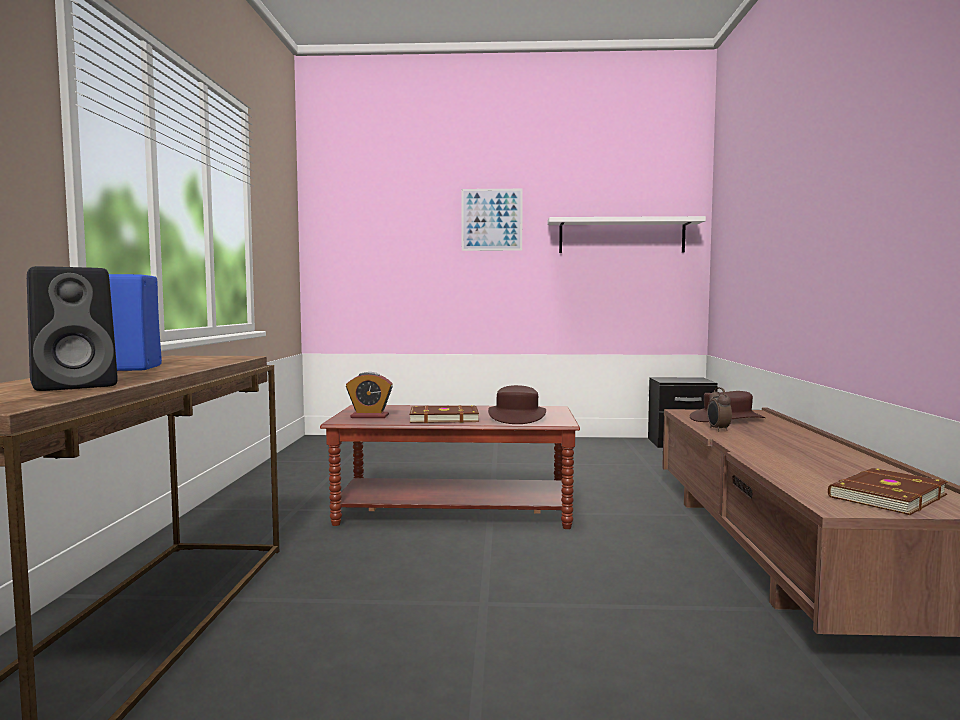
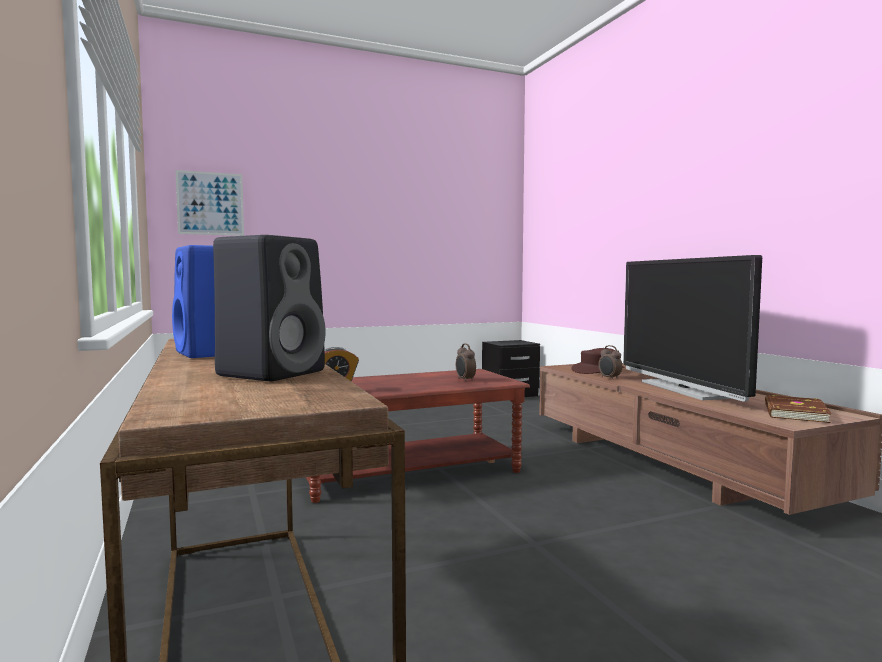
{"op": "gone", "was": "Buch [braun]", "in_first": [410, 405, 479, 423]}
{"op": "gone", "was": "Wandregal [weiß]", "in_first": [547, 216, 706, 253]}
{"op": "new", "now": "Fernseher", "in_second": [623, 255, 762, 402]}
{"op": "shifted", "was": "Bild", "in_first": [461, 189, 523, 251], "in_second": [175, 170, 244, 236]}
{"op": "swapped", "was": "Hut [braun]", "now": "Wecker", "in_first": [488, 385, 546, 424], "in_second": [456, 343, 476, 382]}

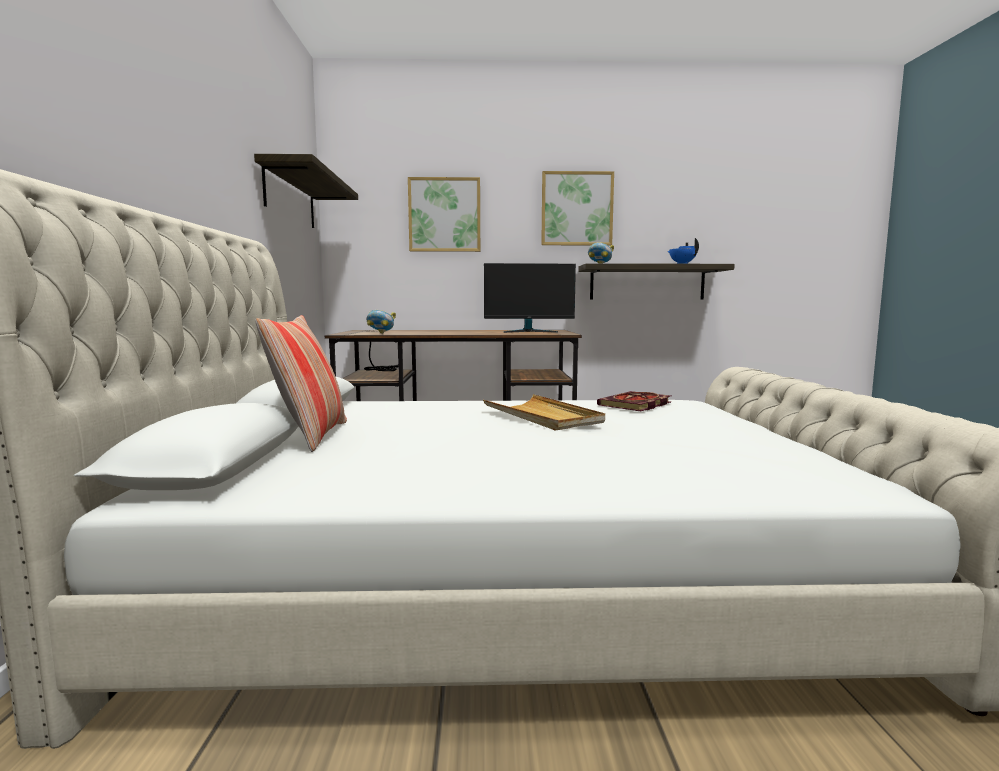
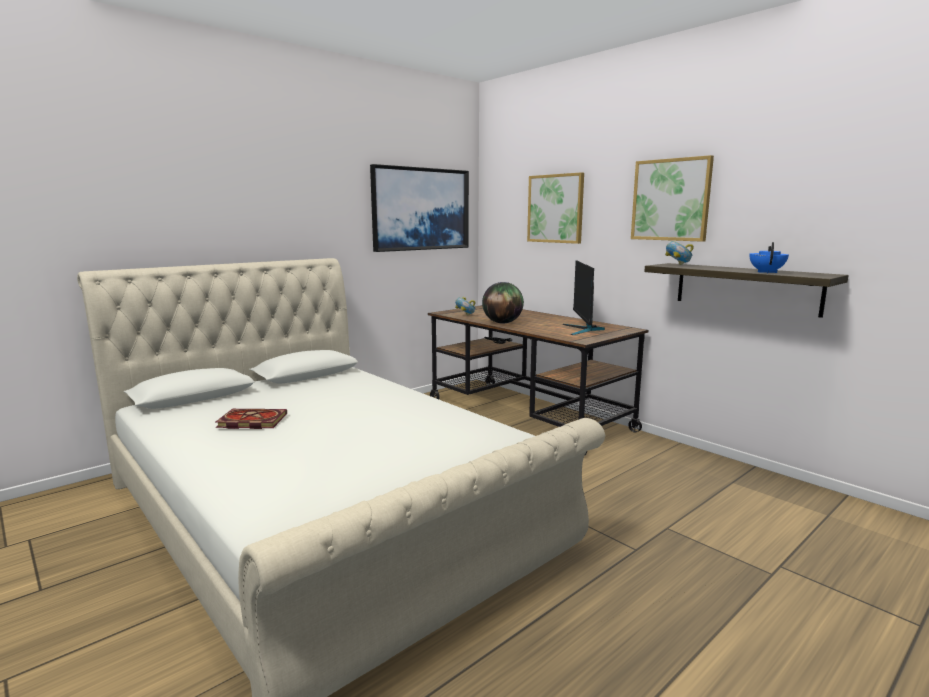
{"op": "gone", "was": "Kissen", "in_first": [255, 315, 347, 452]}
{"op": "gone", "was": "Tablett [beige]", "in_first": [483, 394, 605, 431]}
{"op": "new", "now": "Globus", "in_second": [482, 282, 524, 324]}
{"op": "shifted", "was": "Buch", "in_first": [597, 391, 671, 411], "in_second": [216, 409, 287, 429]}
{"op": "swapped", "was": "Wandregal", "now": "Bild", "in_first": [254, 154, 358, 228], "in_second": [370, 164, 469, 252]}
{"op": "rotated", "was": "Monitor", "in_first": [484, 263, 576, 333], "in_second": [563, 260, 605, 335], "clockwise": 45}

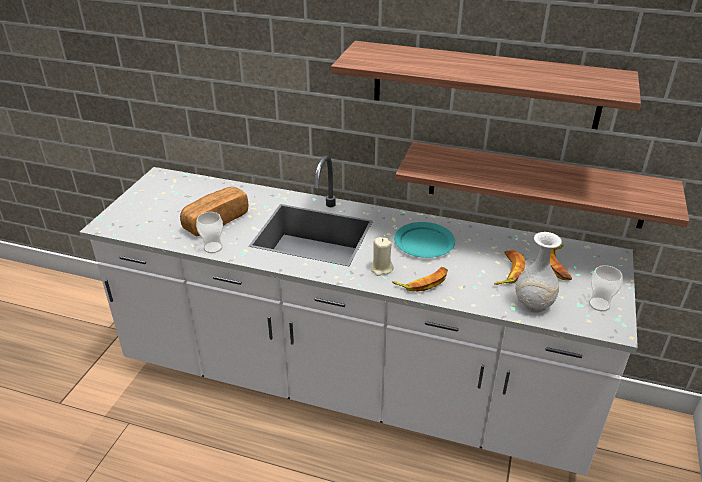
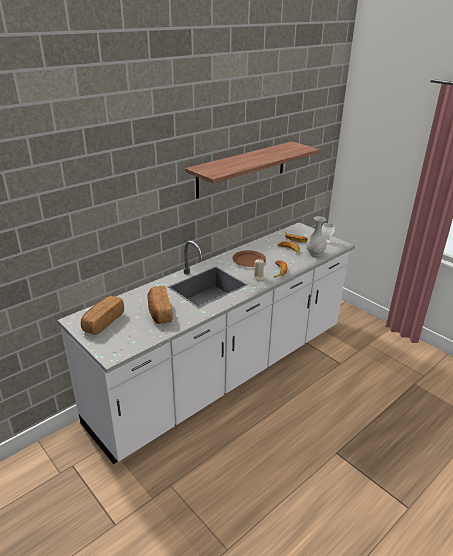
{"op": "gone", "was": "Tasse", "in_first": [196, 212, 223, 253]}
{"op": "gone", "was": "Wandregal", "in_first": [395, 142, 689, 229]}
{"op": "new", "now": "Brot", "in_second": [81, 296, 124, 335]}
{"op": "repainted", "was": "Teller [türkis]", "now": "Teller [braun]", "in_first": [394, 222, 455, 258], "in_second": [232, 250, 266, 267]}

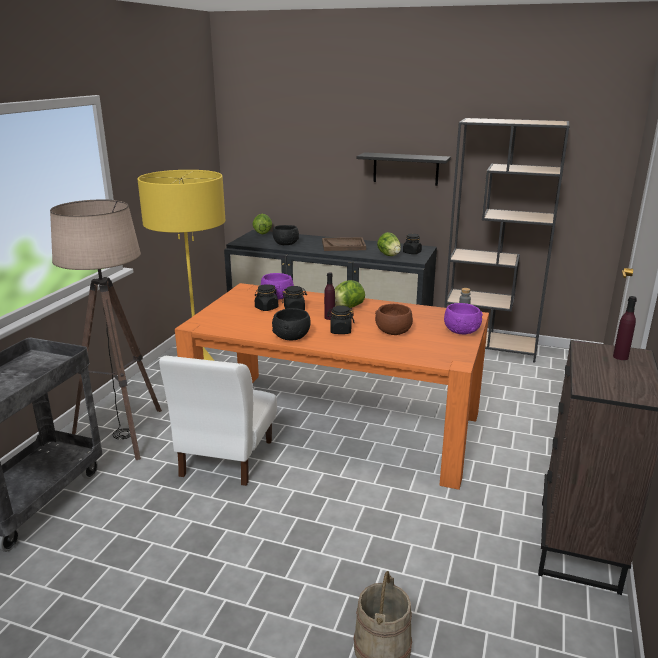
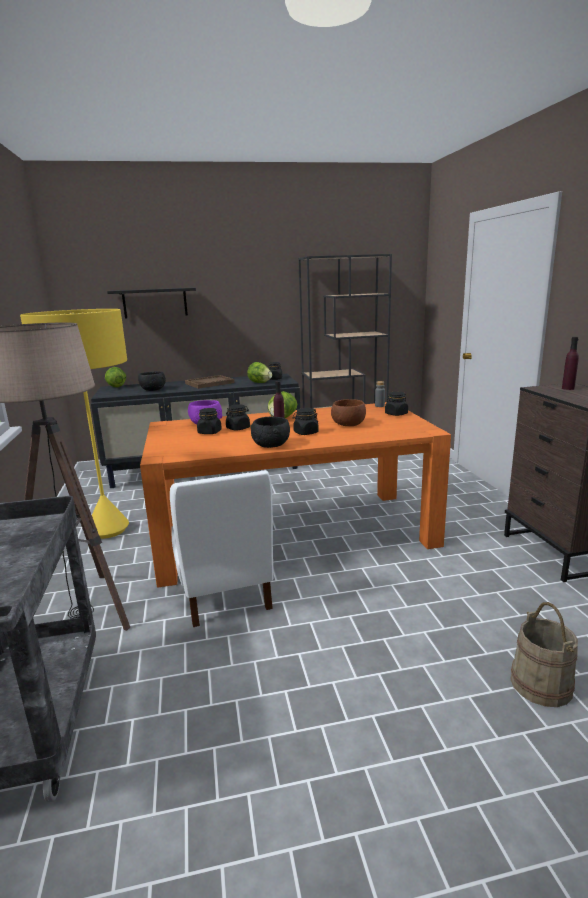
{"op": "shifted", "was": "Wandregal [schwarz]", "in_first": [357, 152, 451, 186], "in_second": [107, 287, 196, 318]}
{"op": "swapped", "was": "Schüssel [lila]", "now": "Vorratsglas [schwarz]", "in_first": [444, 303, 483, 334], "in_second": [385, 391, 408, 416]}

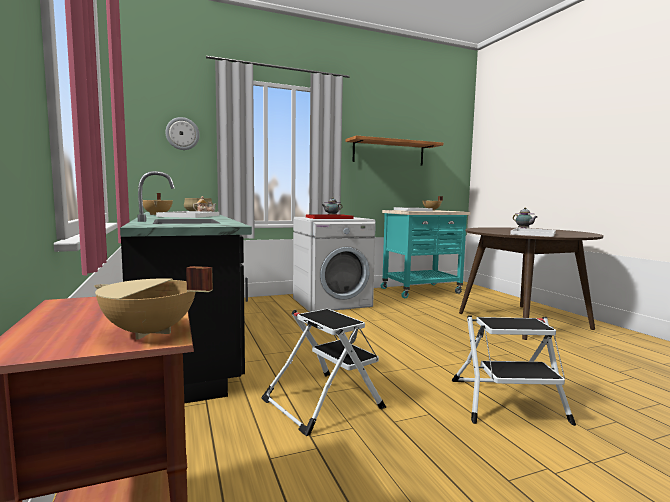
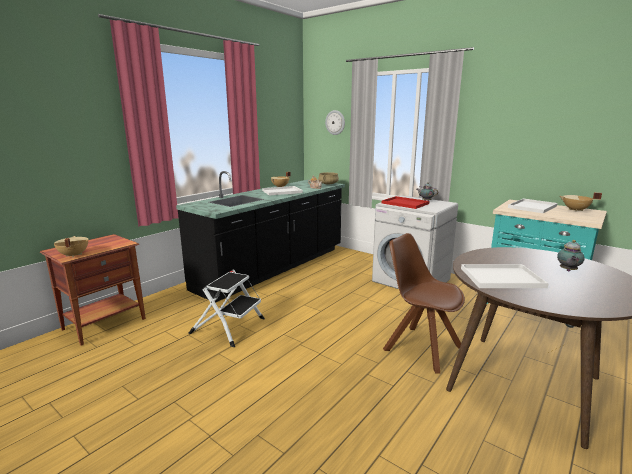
{"op": "gone", "was": "Wandregal", "in_first": [346, 136, 443, 165]}
{"op": "gone", "was": "Trittleiter", "in_first": [452, 316, 576, 426]}
{"op": "new", "now": "Stuhl [braun]", "in_second": [383, 233, 465, 373]}

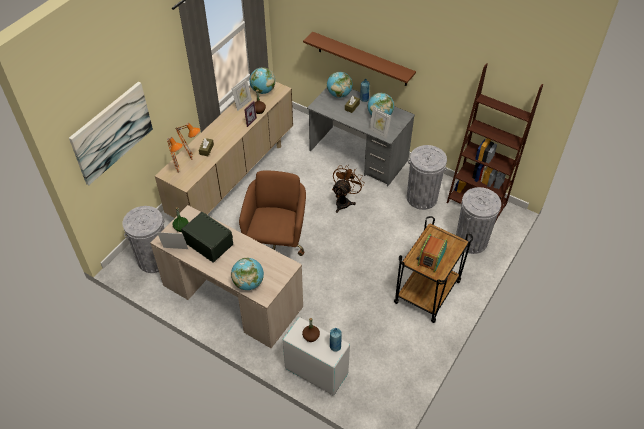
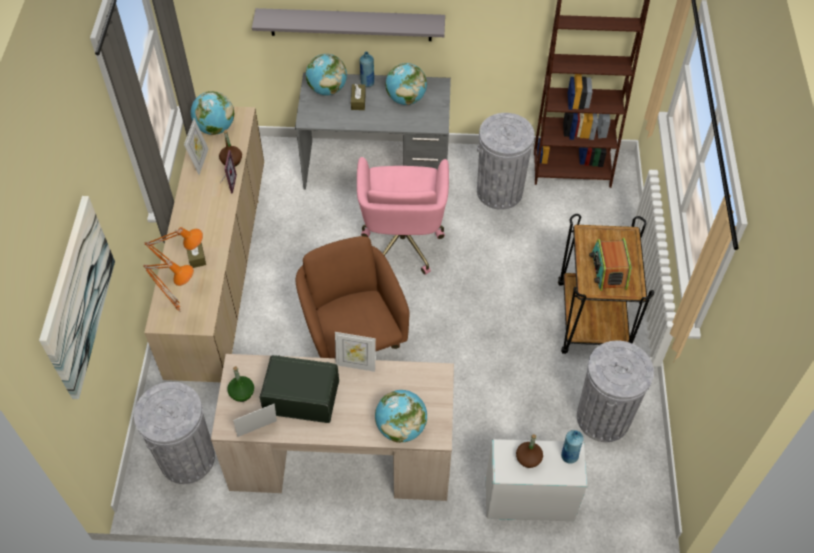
{"op": "shifted", "was": "Bilderrahmen", "in_first": [369, 106, 391, 139], "in_second": [335, 332, 376, 372]}
{"op": "shifted", "was": "Mülleimer [grau]", "in_first": [456, 187, 501, 254], "in_second": [577, 340, 654, 442]}
{"op": "swapped", "was": "Ventilator [braun]", "now": "Bürostuhl [rosa]", "in_first": [332, 164, 365, 213], "in_second": [357, 157, 449, 275]}
{"op": "repainted", "was": "Wandregal [braun]", "now": "Wandregal [grau]", "in_first": [303, 32, 416, 86], "in_second": [252, 8, 445, 41]}

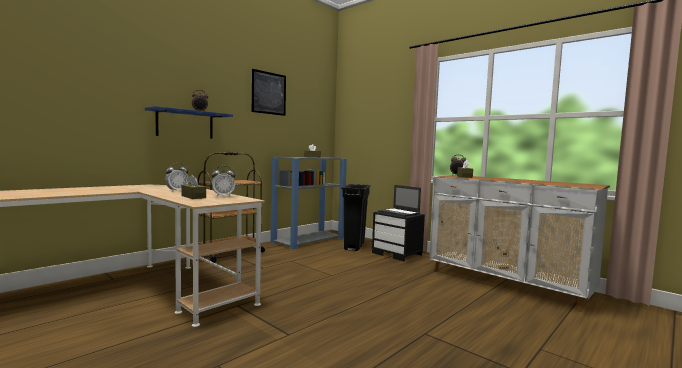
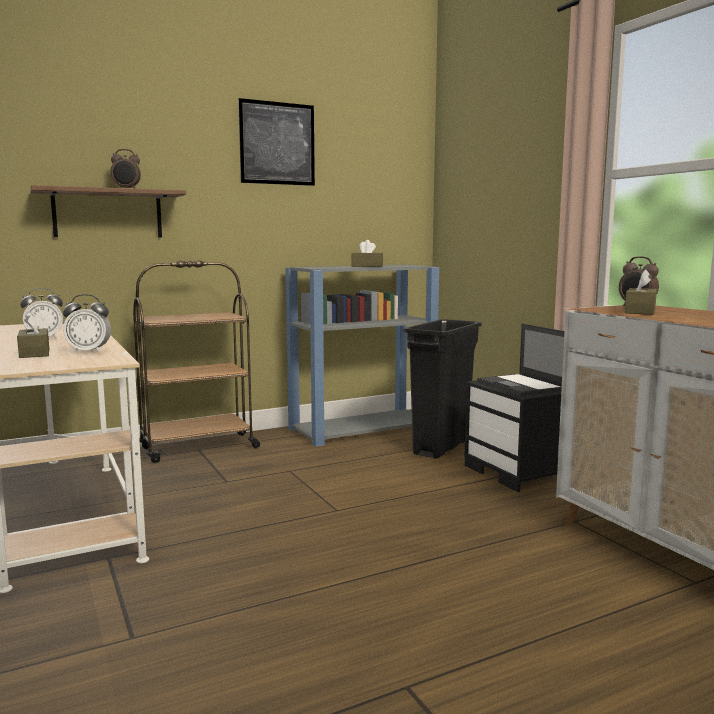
{"op": "repainted", "was": "Wandregal [blau]", "now": "Wandregal [braun]", "in_first": [145, 106, 233, 139], "in_second": [30, 185, 186, 237]}

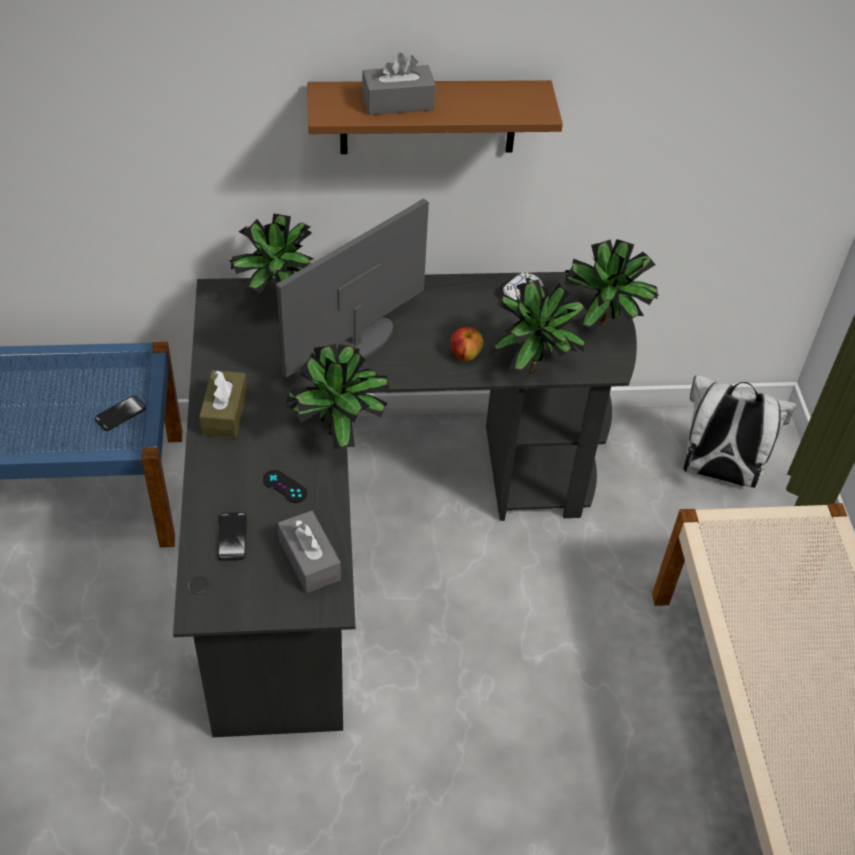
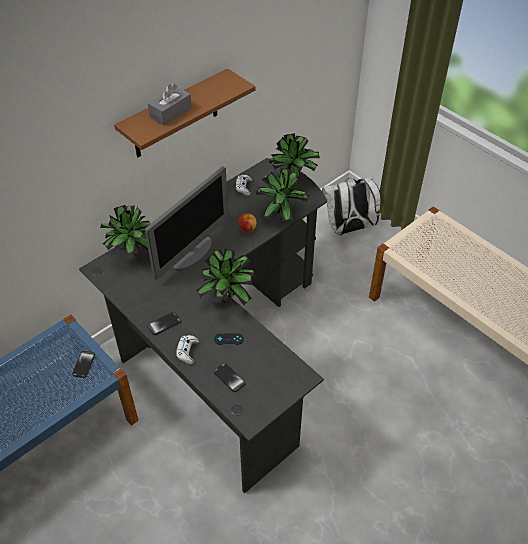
{"op": "gone", "was": "Taschentuchbox [grau]", "in_first": [278, 511, 341, 593]}
{"op": "new", "now": "Gamepad [weiß]", "in_second": [175, 335, 199, 364]}
{"op": "swapped", "was": "Taschentuchbox [braun]", "now": "Handy", "in_first": [199, 370, 247, 438], "in_second": [147, 312, 181, 335]}
{"op": "rotated", "was": "Monitor", "in_first": [276, 199, 429, 377], "in_second": [145, 166, 229, 280], "clockwise": -150}

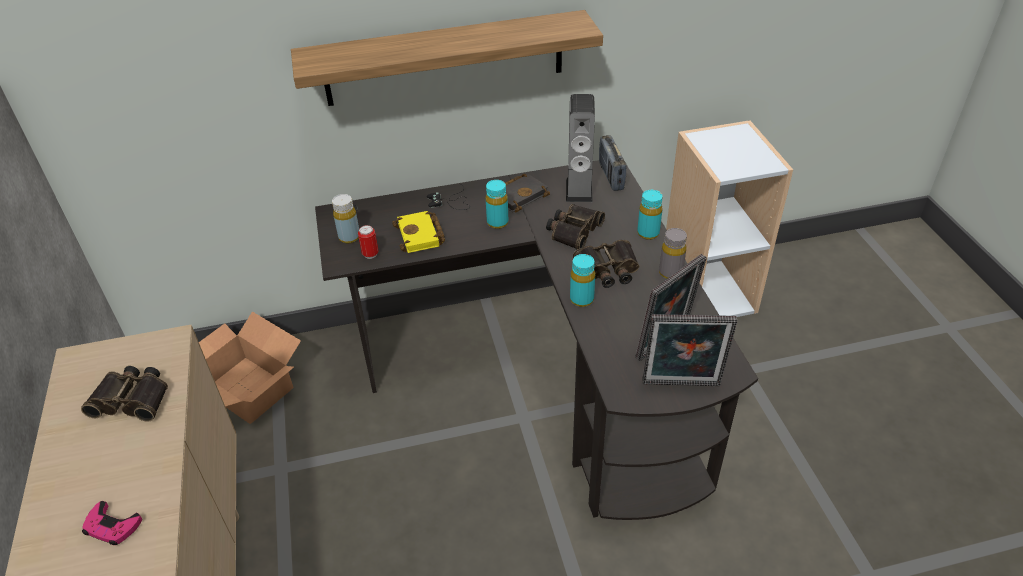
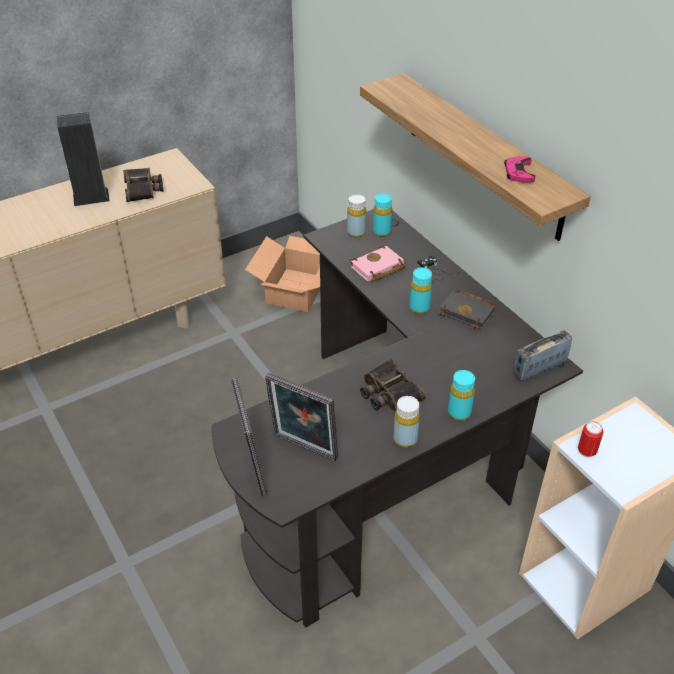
{"op": "gone", "was": "Fernglas", "in_first": [546, 204, 605, 250]}
{"op": "shifted", "was": "Gamepad [rosa]", "in_first": [82, 501, 142, 545], "in_second": [504, 156, 536, 183]}
{"op": "shifted", "was": "Dose", "in_first": [358, 225, 379, 259], "in_second": [578, 421, 603, 457]}
{"op": "shifted", "was": "Lautsprecher", "in_first": [566, 94, 595, 202], "in_second": [56, 112, 110, 206]}
{"op": "shifted", "was": "Flasche [türkis]", "in_first": [570, 254, 595, 307], "in_second": [373, 194, 392, 237]}
{"op": "repainted", "was": "Buch [gelb]", "now": "Buch [rosa]", "in_first": [392, 211, 445, 253], "in_second": [350, 246, 406, 282]}
{"op": "repainted", "was": "Flasche [grau]", "now": "Flasche [gelb]", "in_first": [659, 228, 687, 279], "in_second": [393, 396, 420, 447]}

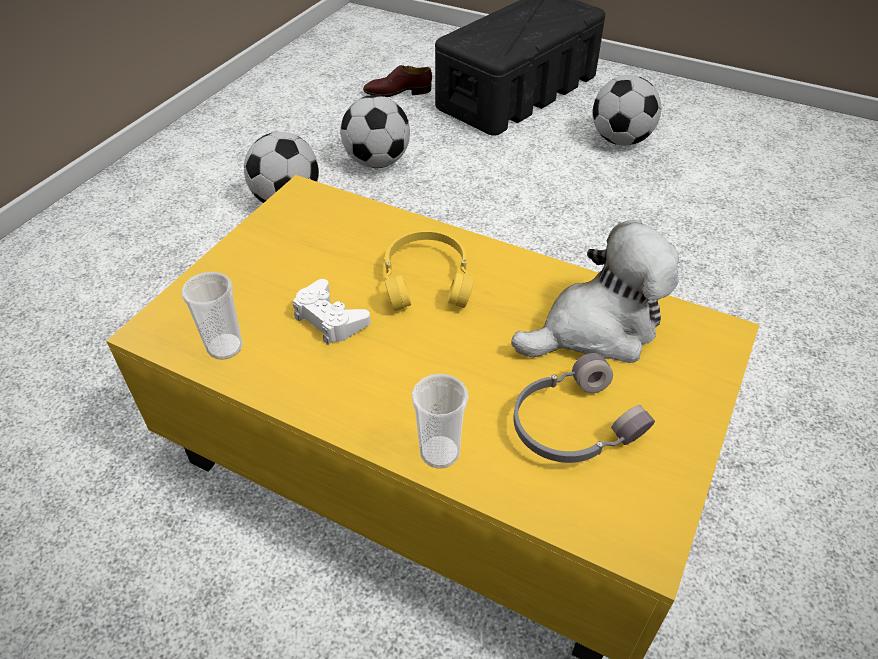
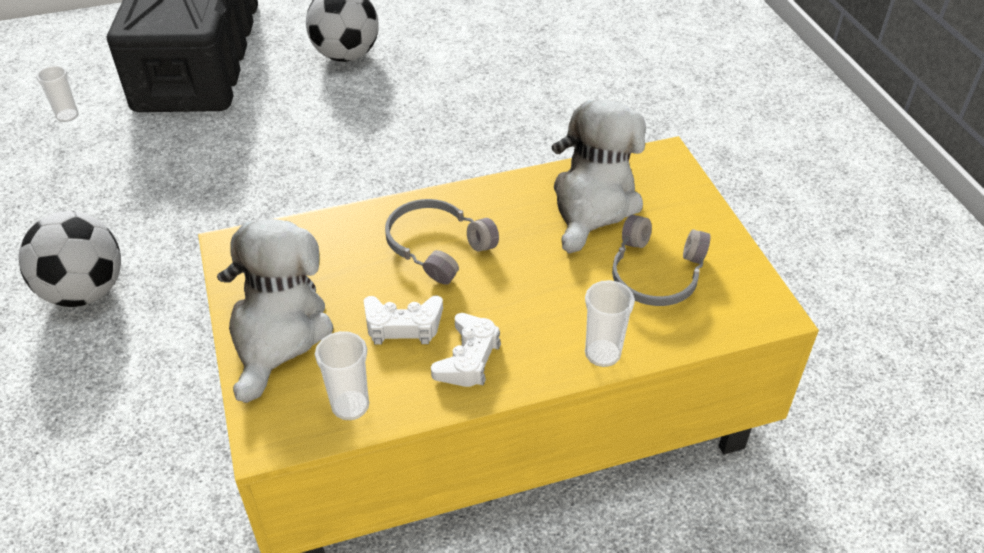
{"op": "gone", "was": "Fußball", "in_first": [341, 95, 410, 168]}
{"op": "new", "now": "Plüschtier", "in_second": [217, 219, 333, 403]}
{"op": "new", "now": "Gamepad [weiß]", "in_second": [431, 313, 501, 387]}
{"op": "swapped", "was": "Schuh [braun]", "now": "Tasse", "in_first": [363, 65, 432, 97], "in_second": [36, 66, 78, 122]}
{"op": "repainted", "was": "Kopfhörer [gelb]", "now": "Kopfhörer [grau]", "in_first": [385, 231, 474, 311], "in_second": [385, 199, 499, 285]}

